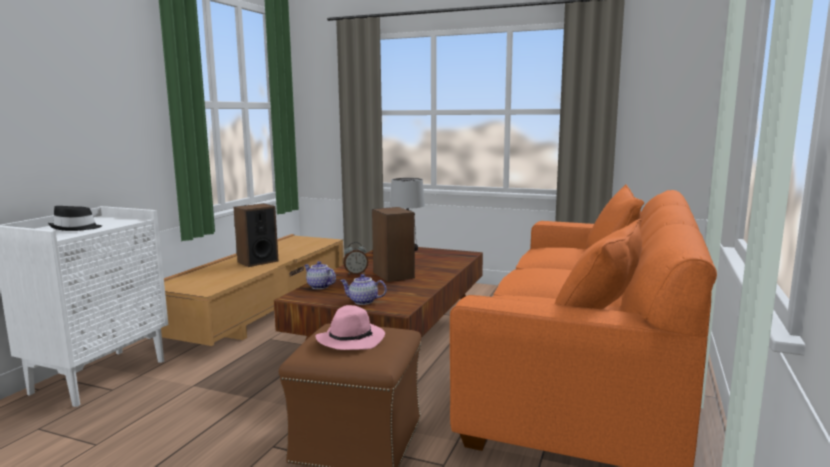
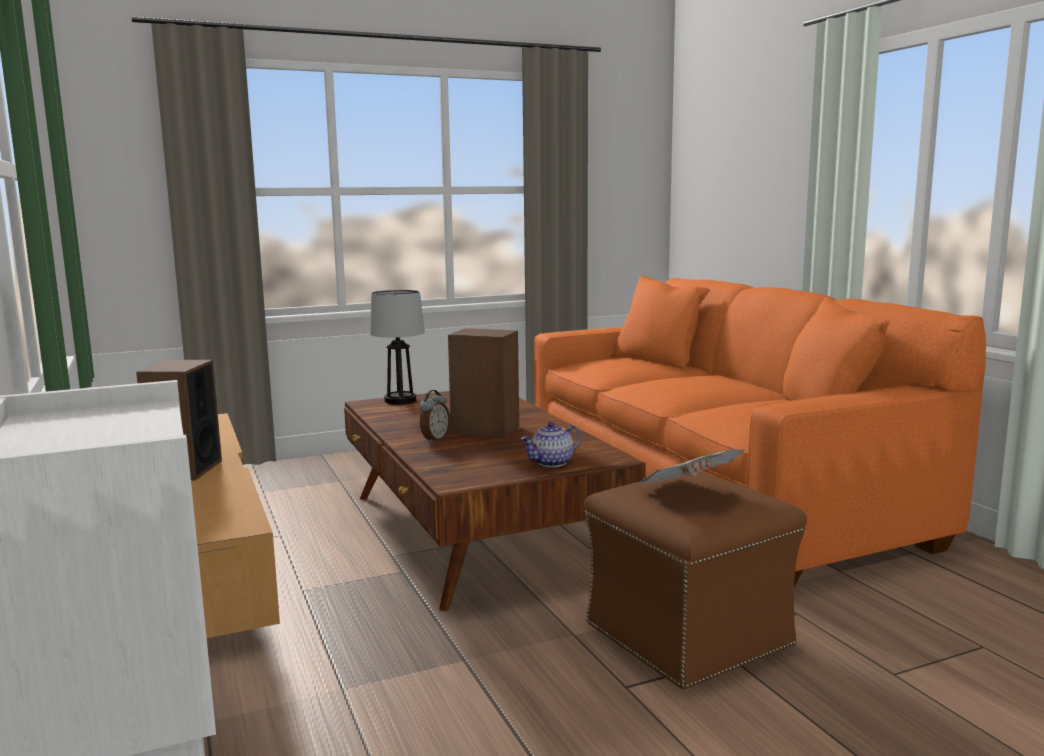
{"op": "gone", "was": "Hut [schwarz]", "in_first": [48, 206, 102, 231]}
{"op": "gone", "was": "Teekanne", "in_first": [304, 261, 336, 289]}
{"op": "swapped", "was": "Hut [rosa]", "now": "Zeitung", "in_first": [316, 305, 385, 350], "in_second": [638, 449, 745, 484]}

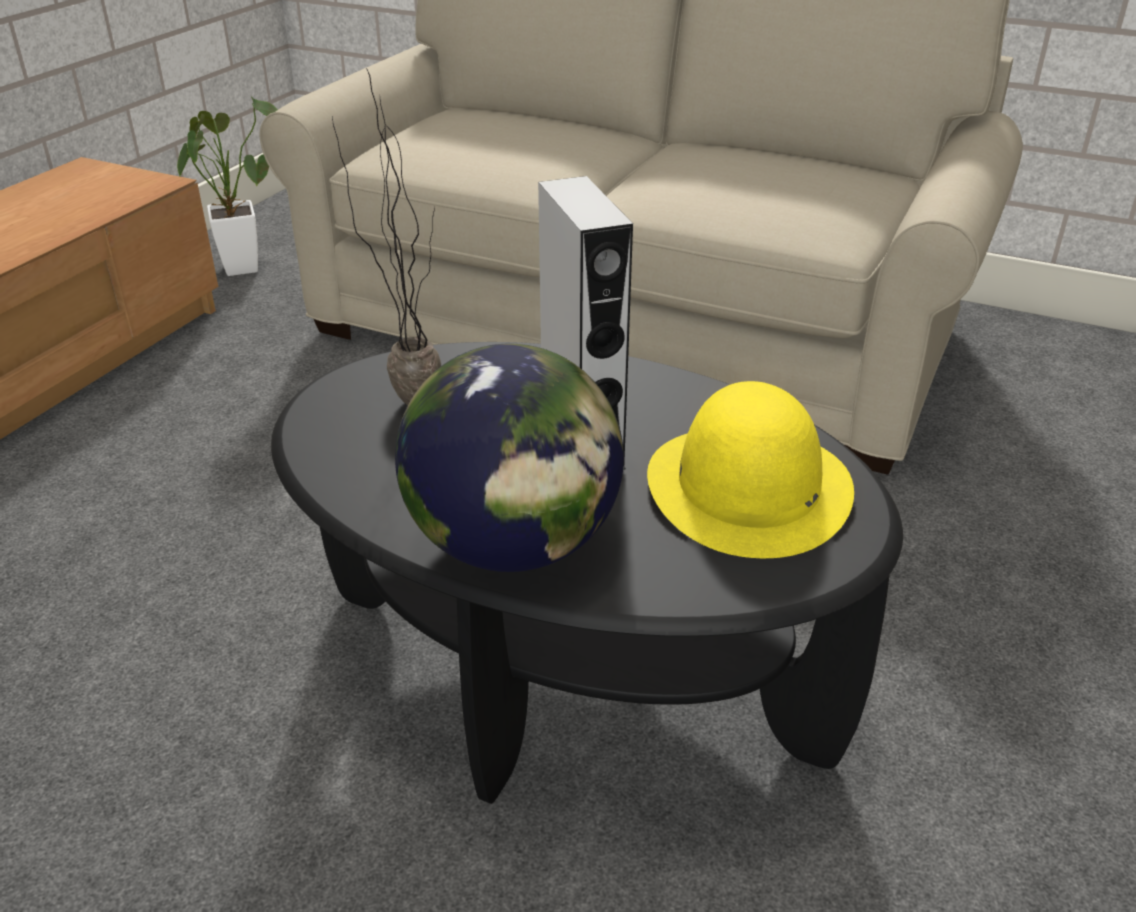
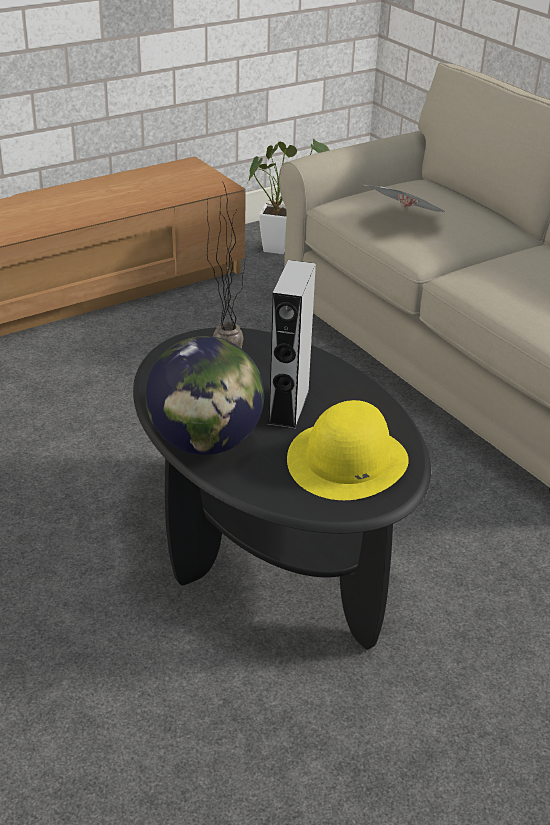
{"op": "new", "now": "Zeitung", "in_second": [365, 185, 445, 212]}

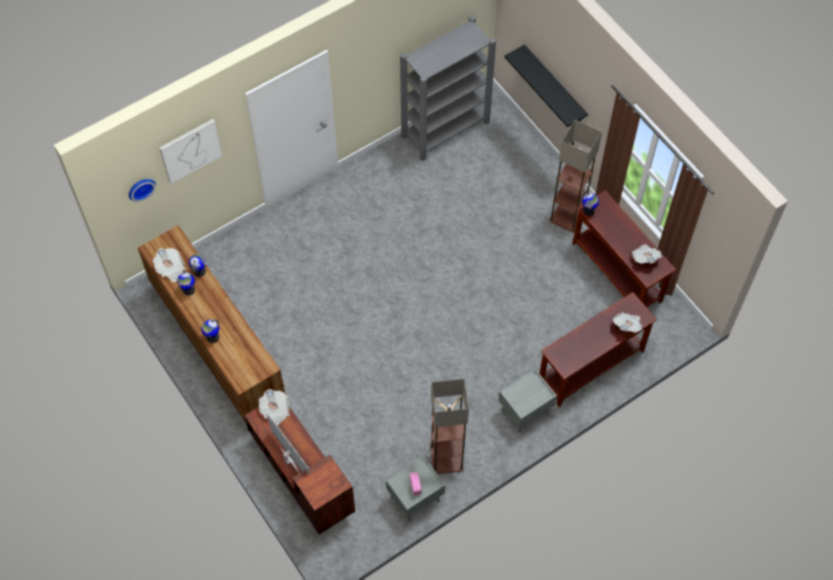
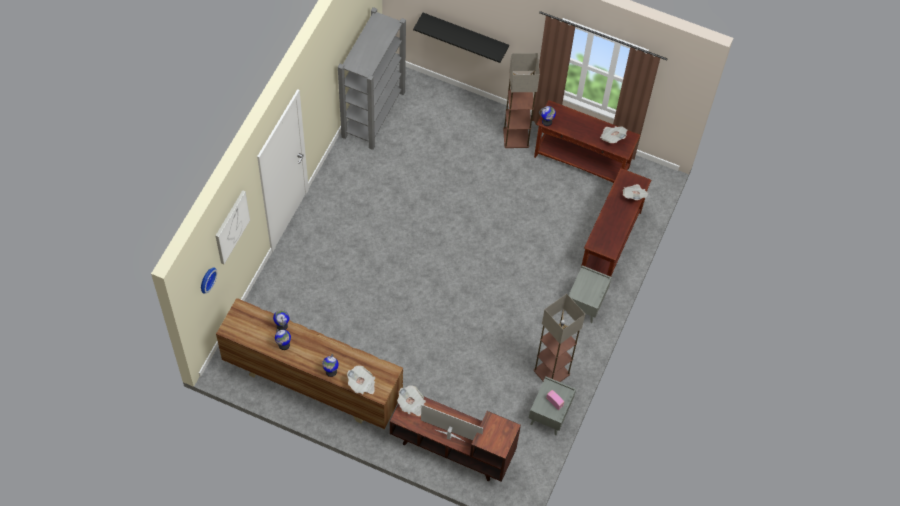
{"op": "shifted", "was": "Zeitung", "in_first": [153, 248, 186, 282], "in_second": [347, 366, 375, 395]}

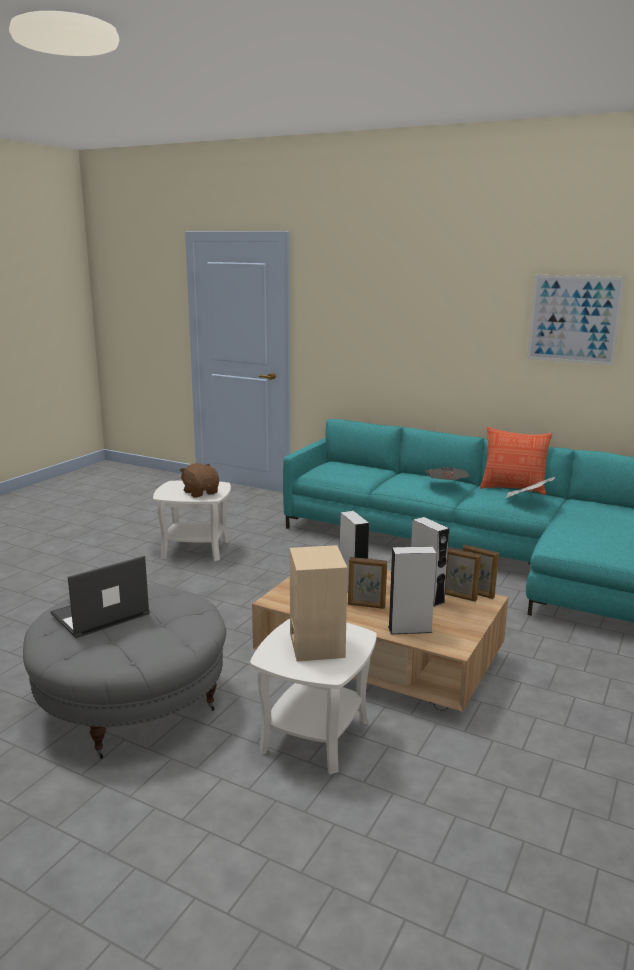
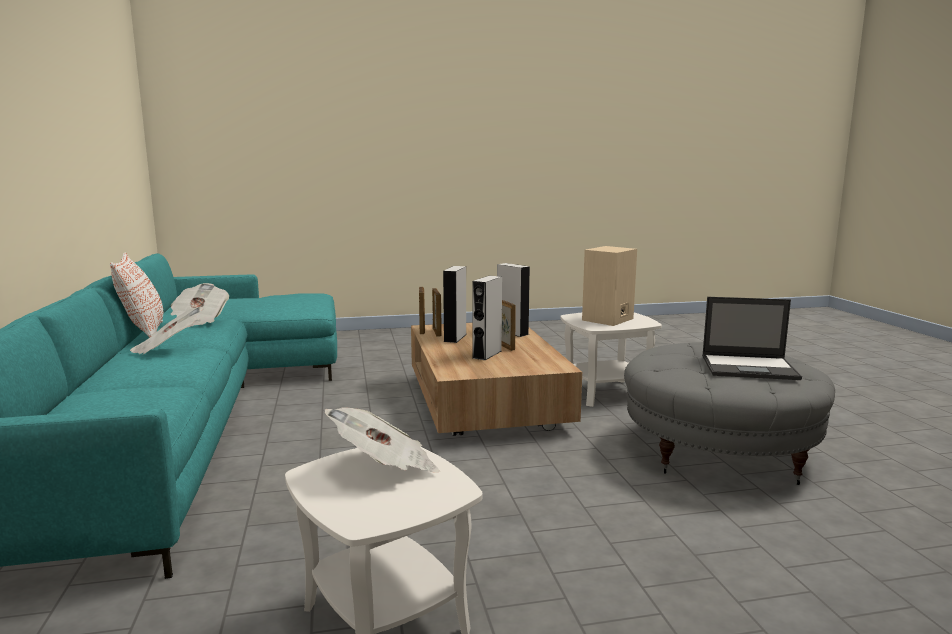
{"op": "gone", "was": "Bild", "in_first": [527, 275, 625, 365]}
{"op": "swapped", "was": "Plüschtier [braun]", "now": "Zeitung", "in_first": [179, 463, 219, 498], "in_second": [324, 408, 440, 473]}
{"op": "repainted", "was": "Kissen [orange]", "now": "Kissen [weiß]", "in_first": [480, 427, 552, 495], "in_second": [110, 253, 163, 338]}

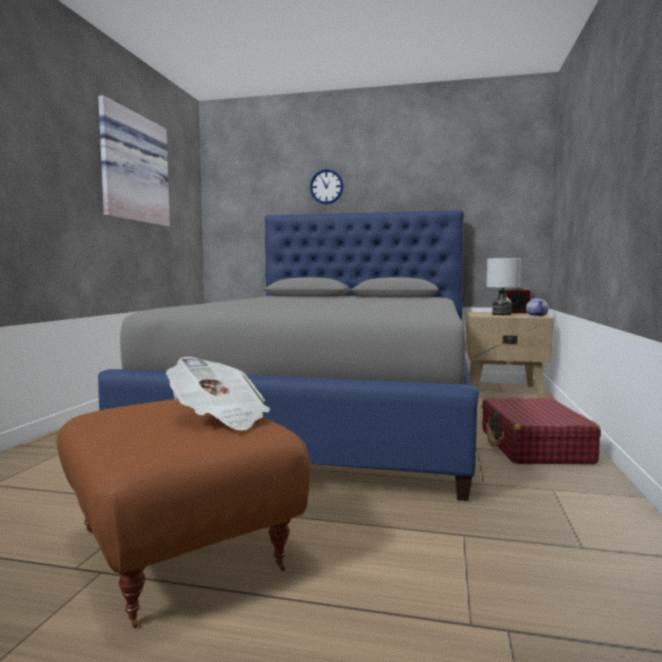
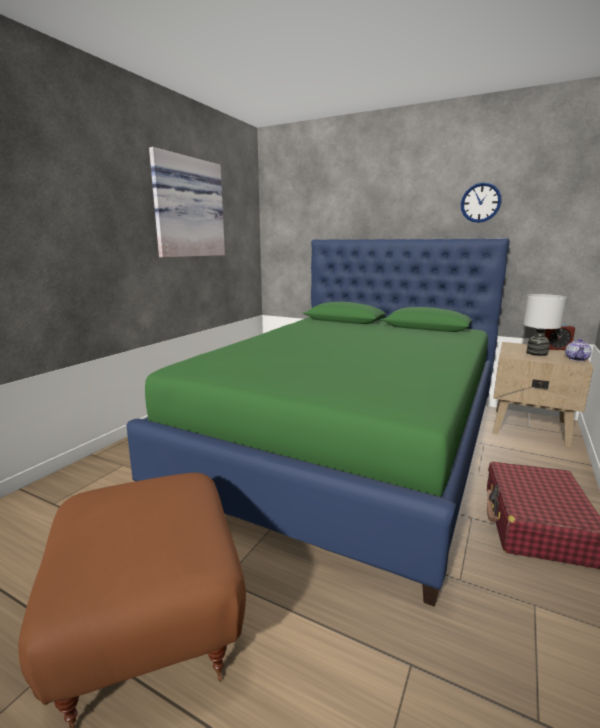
{"op": "gone", "was": "Zeitung", "in_first": [166, 357, 270, 431]}
{"op": "shifted", "was": "Wanduhr", "in_first": [310, 169, 343, 204], "in_second": [461, 182, 501, 223]}
{"op": "repainted", "was": "Bett [grau]", "now": "Bett [grün]", "in_first": [98, 210, 479, 501], "in_second": [127, 238, 510, 607]}

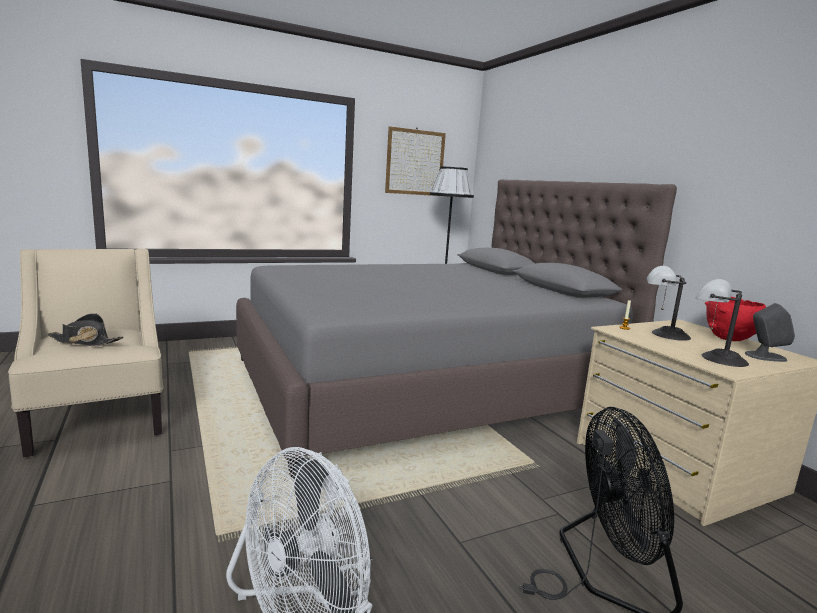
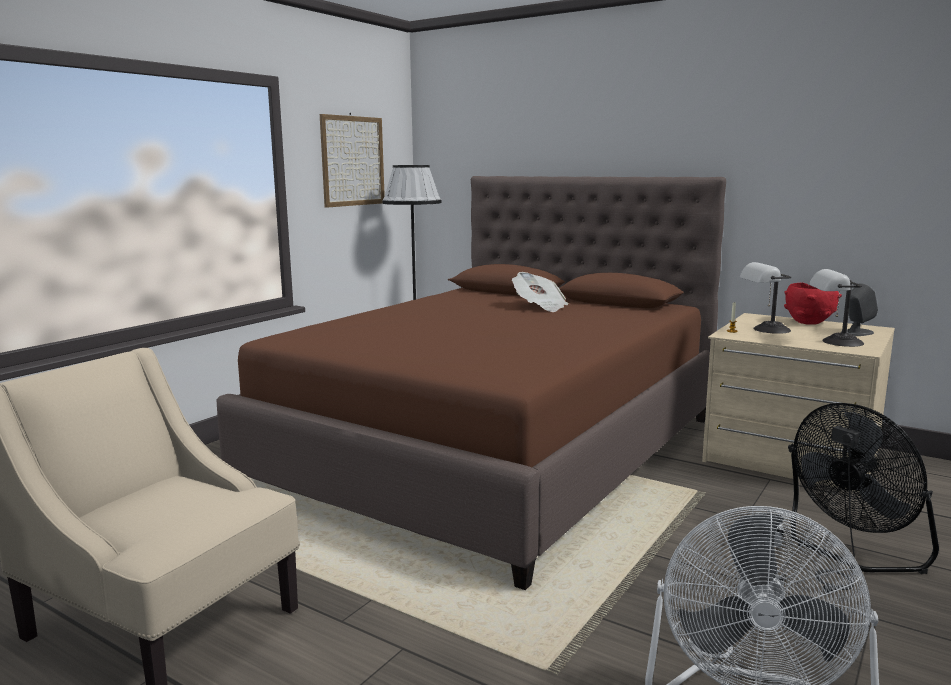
{"op": "gone", "was": "Hut [schwarz]", "in_first": [47, 313, 124, 346]}
{"op": "new", "now": "Zeitung", "in_second": [512, 272, 568, 312]}
{"op": "repainted", "was": "Bett [grau]", "now": "Bett [braun]", "in_first": [236, 179, 677, 478], "in_second": [216, 176, 726, 590]}

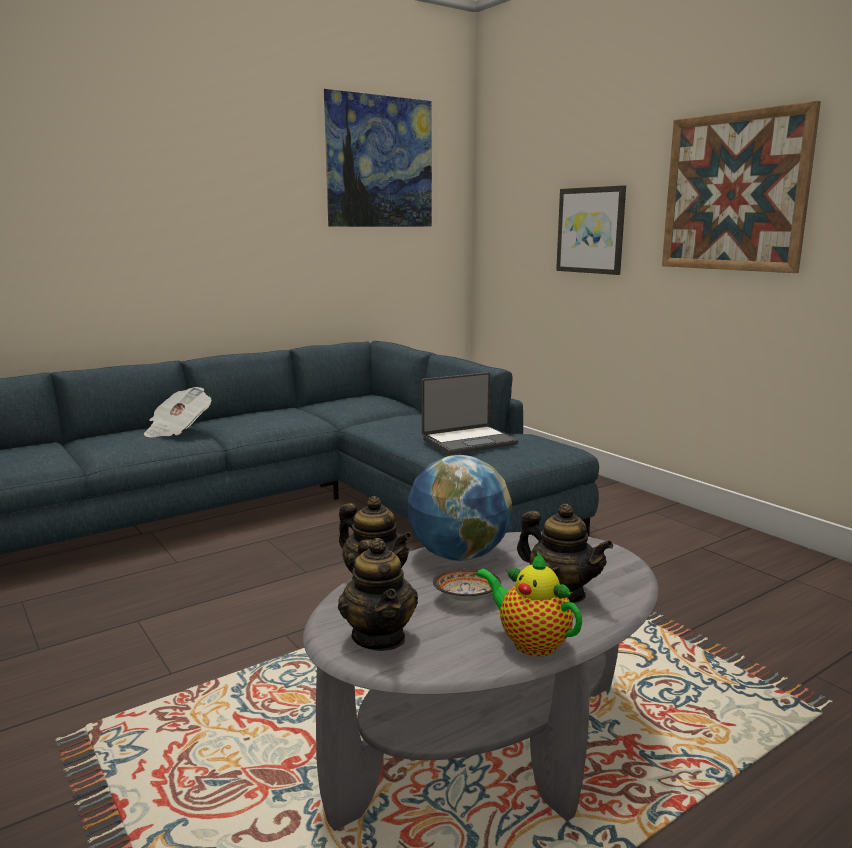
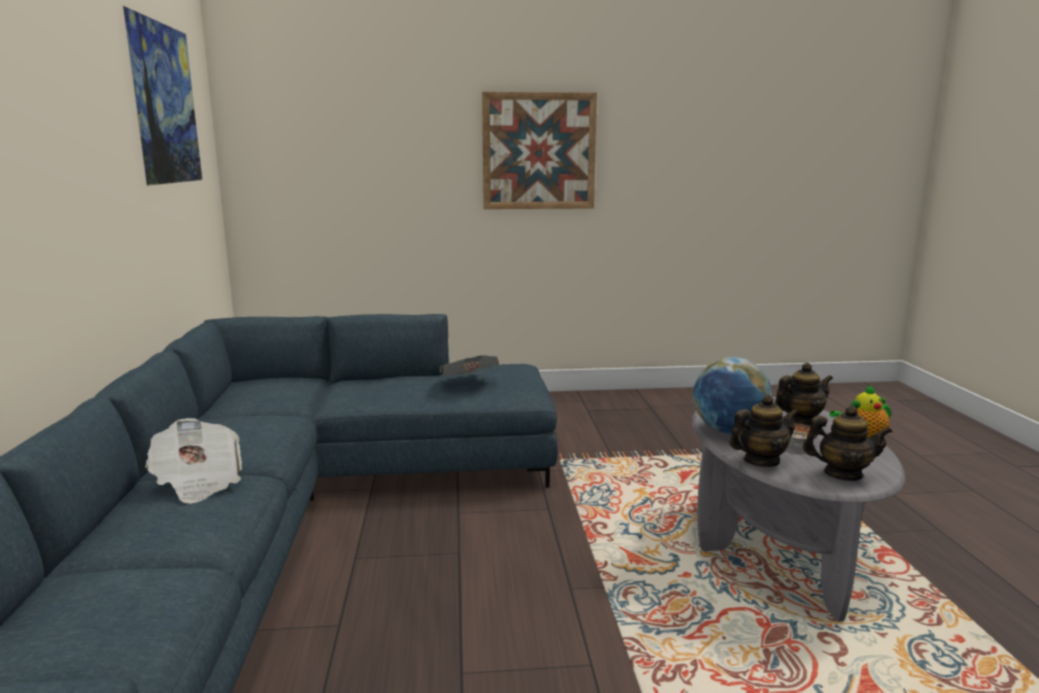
{"op": "gone", "was": "Bild", "in_first": [556, 185, 626, 275]}
{"op": "swapped", "was": "Laptop", "now": "Zeitung", "in_first": [422, 372, 518, 455], "in_second": [439, 355, 499, 375]}

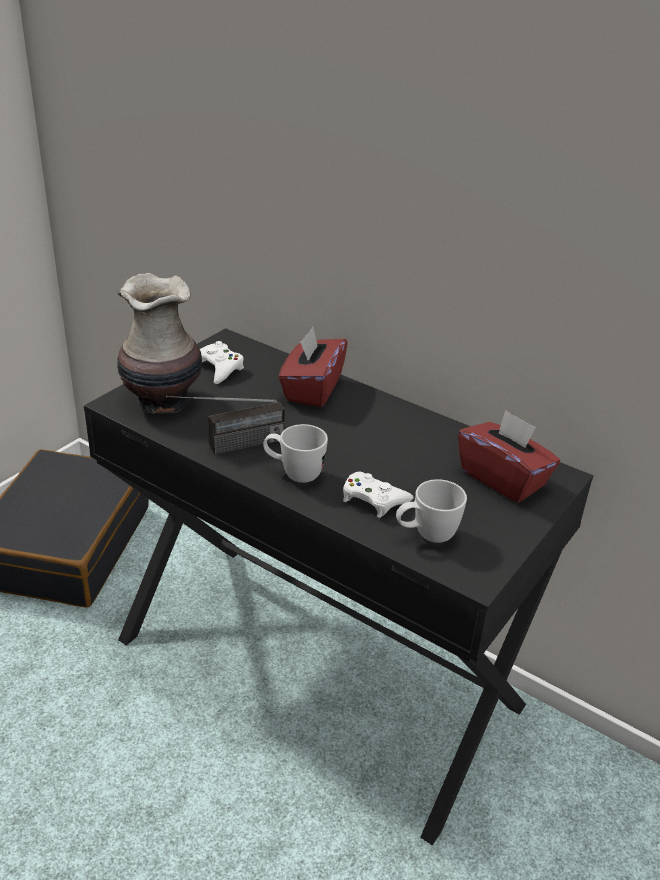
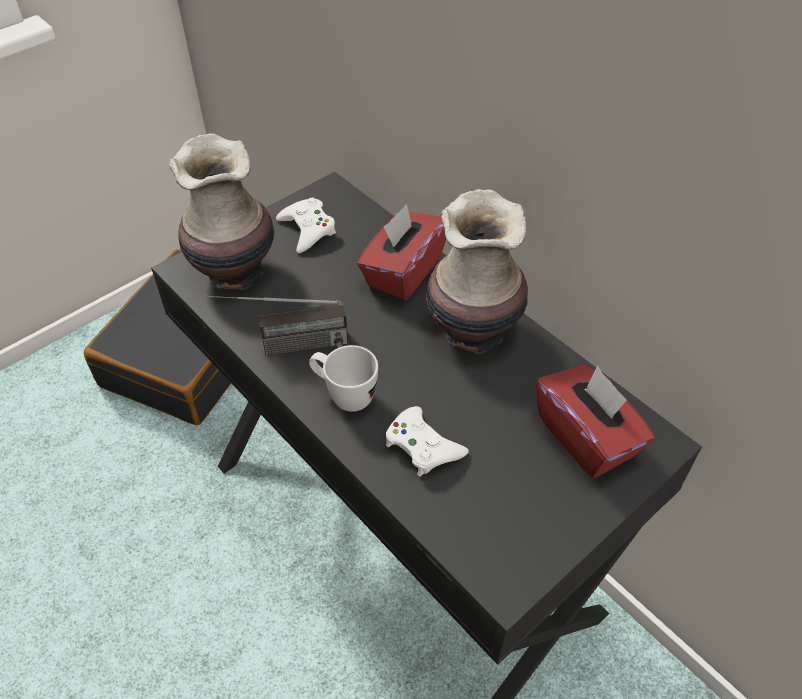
{"op": "gone", "was": "Henkelbecher [weiß]", "in_first": [396, 479, 467, 543]}
{"op": "new", "now": "Vase", "in_second": [426, 189, 528, 354]}

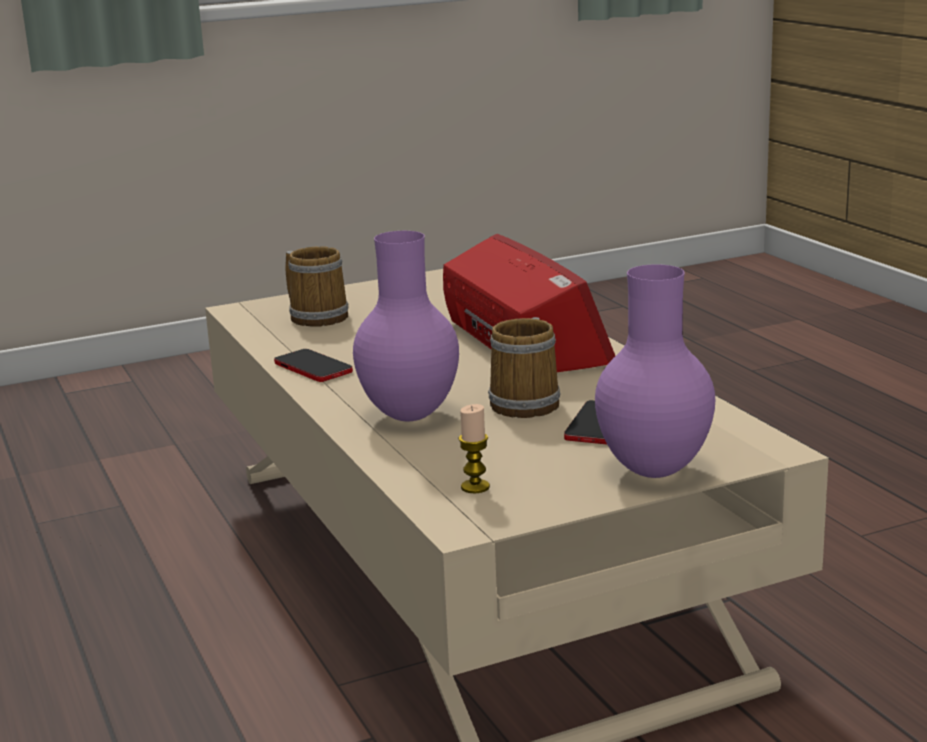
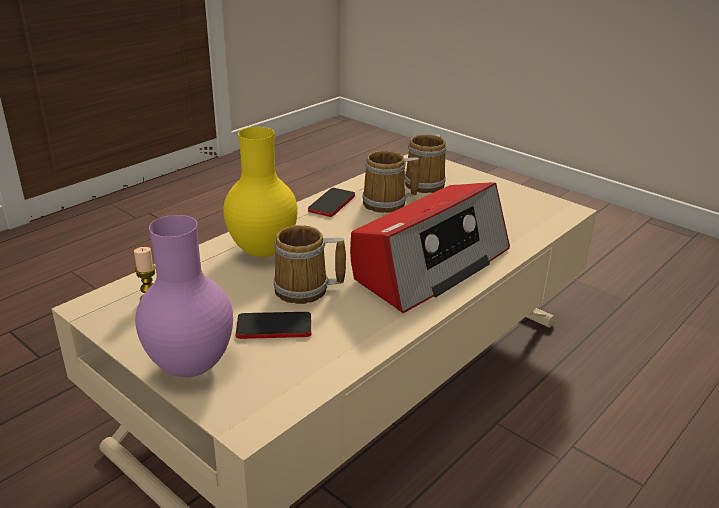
{"op": "new", "now": "Henkelbecher", "in_second": [362, 151, 420, 213]}
{"op": "repainted", "was": "Vase [lila]", "now": "Vase [gelb]", "in_first": [353, 231, 459, 421], "in_second": [223, 127, 298, 257]}

